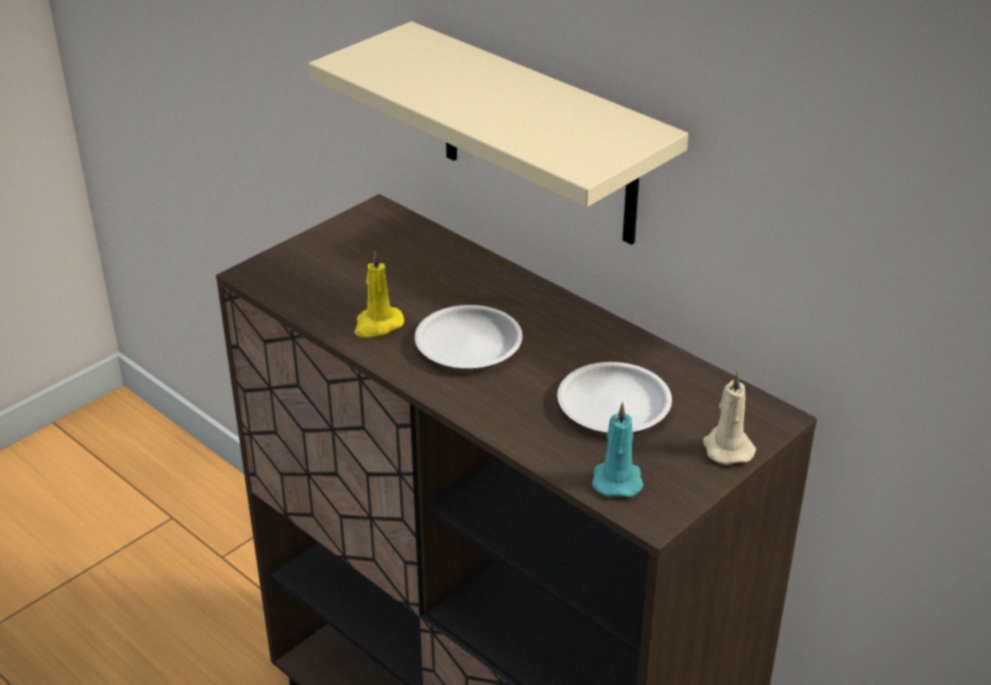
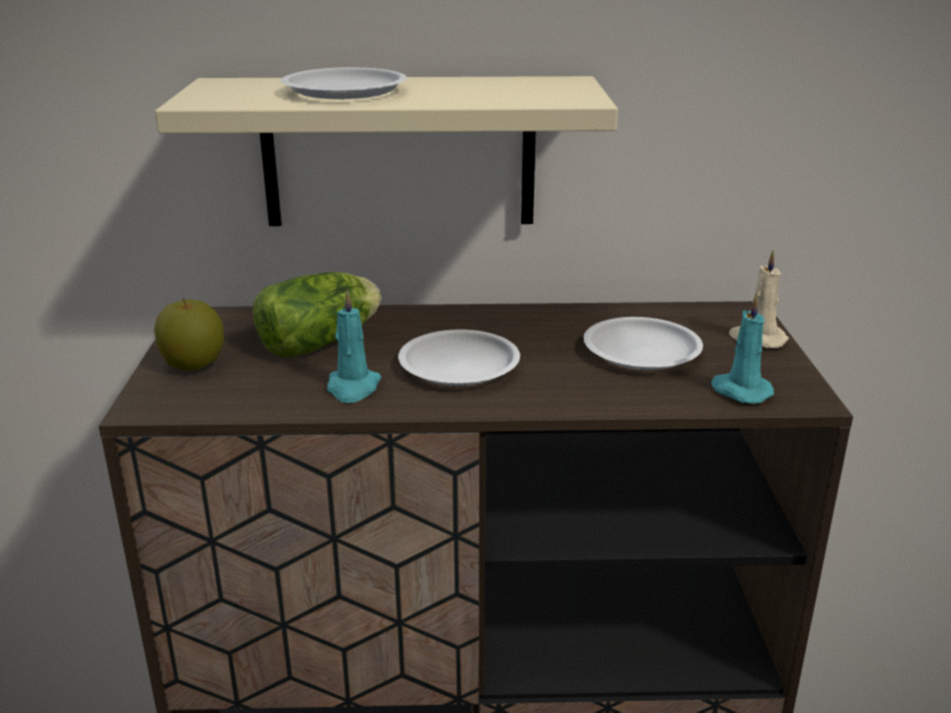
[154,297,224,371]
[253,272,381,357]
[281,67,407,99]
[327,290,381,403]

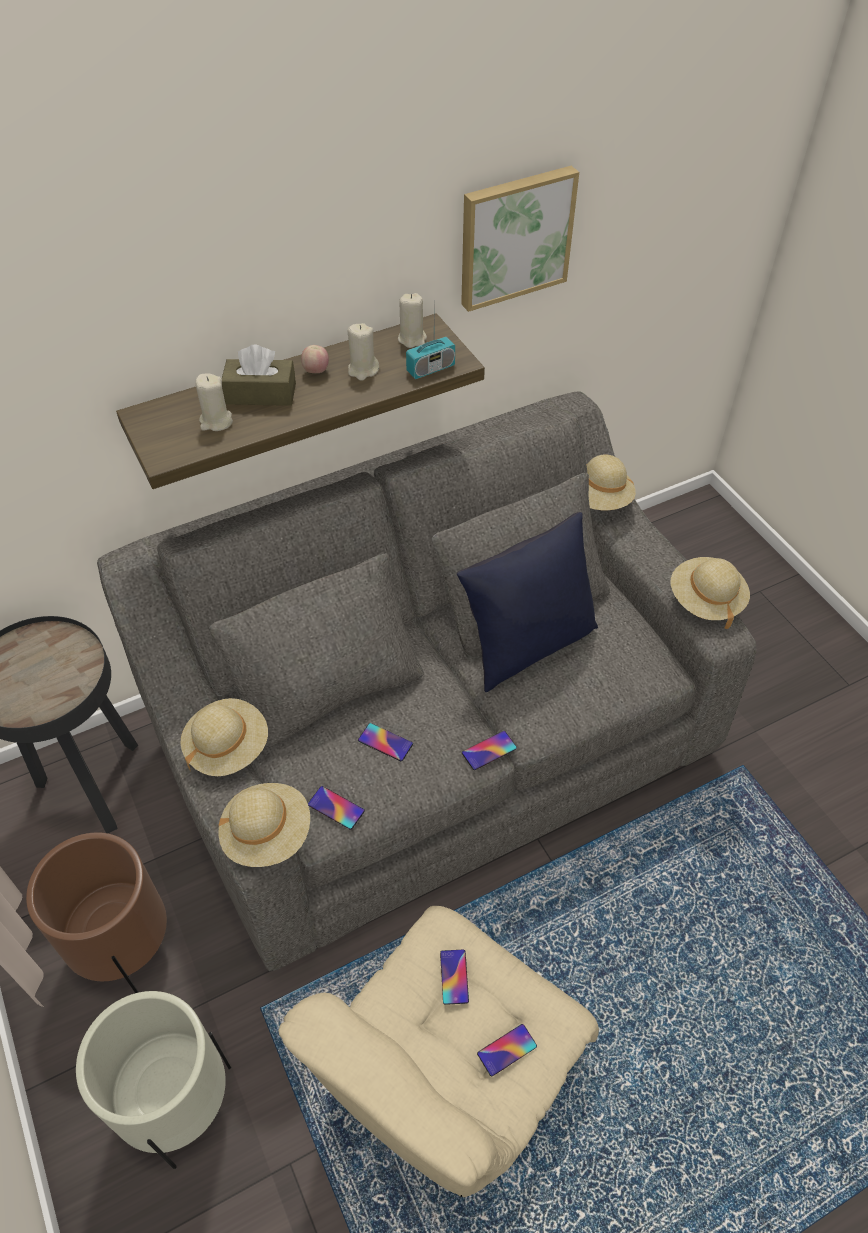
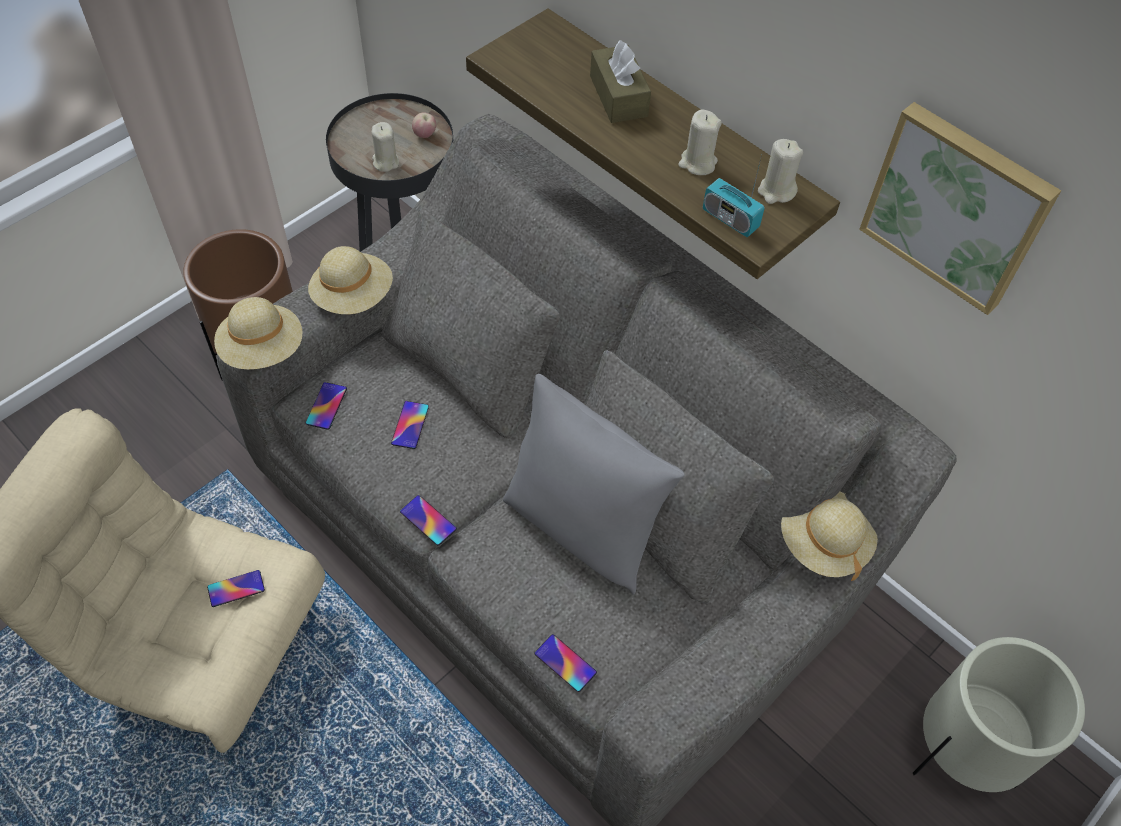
[670,557,750,629] (first image)
[913,637,1085,792]
[372,122,399,172]
[412,112,436,138]
[535,634,597,692]
[503,374,685,595]

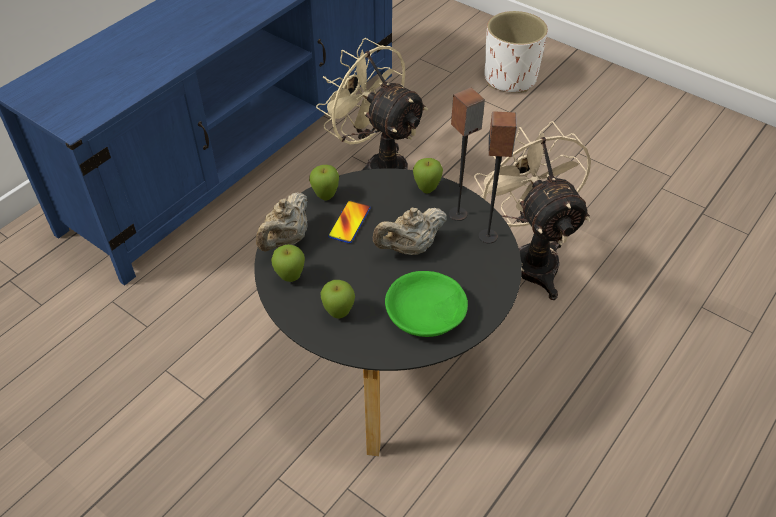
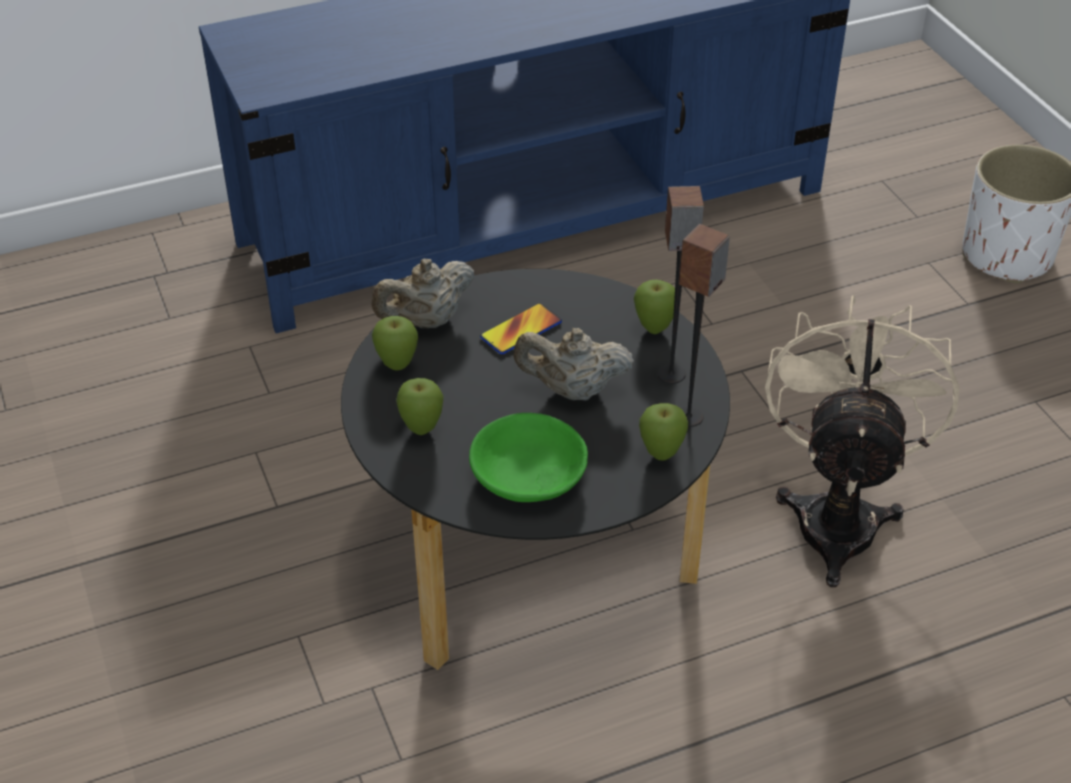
[316,38,428,170] (first image)
[639,403,688,461]

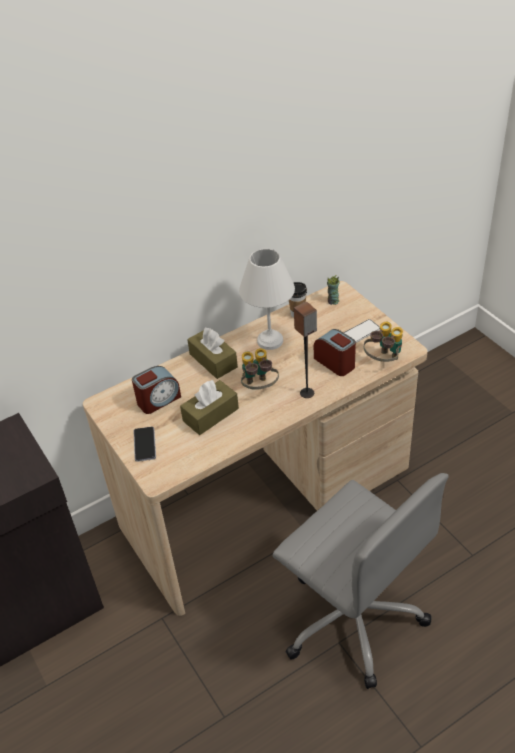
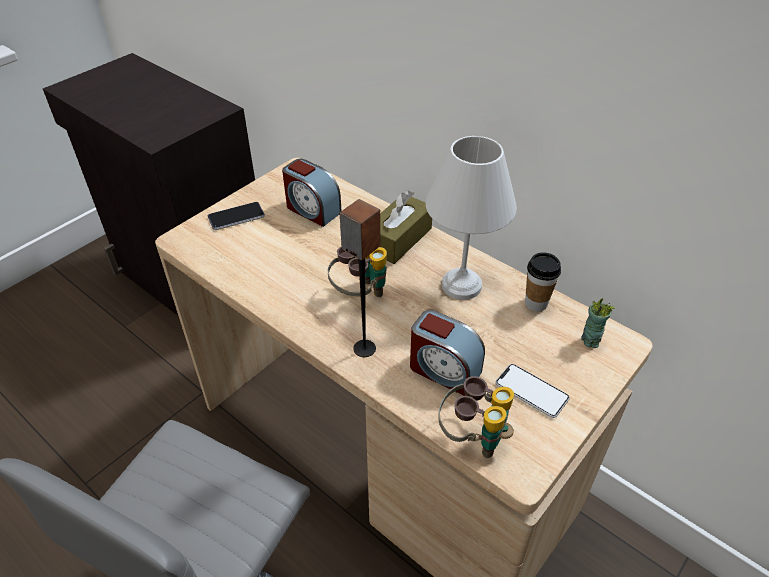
[180,380,239,435] (first image)
[410,310,485,396]

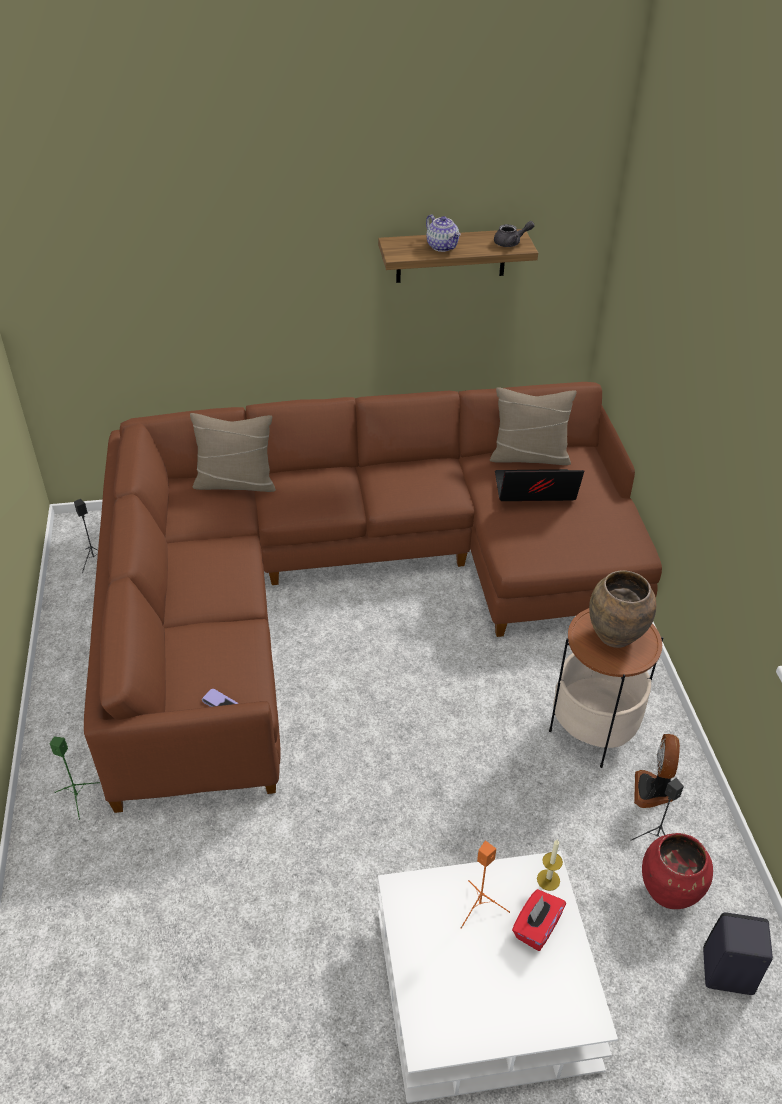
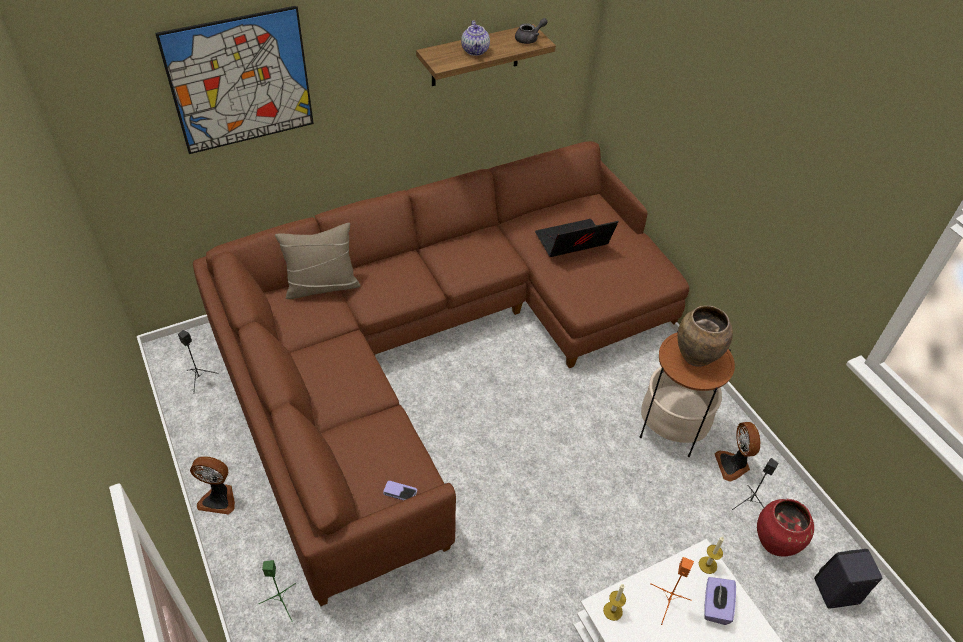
[490,387,577,465] (first image)
[155,5,314,154]
[190,457,235,515]
[603,584,626,621]
[704,577,736,625]
[461,21,490,56]

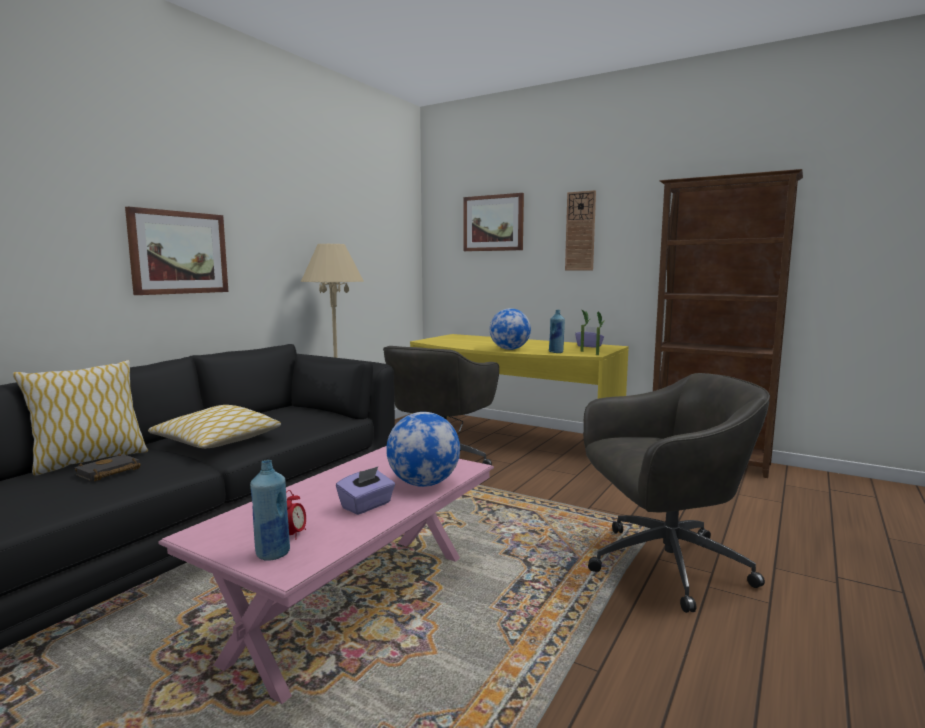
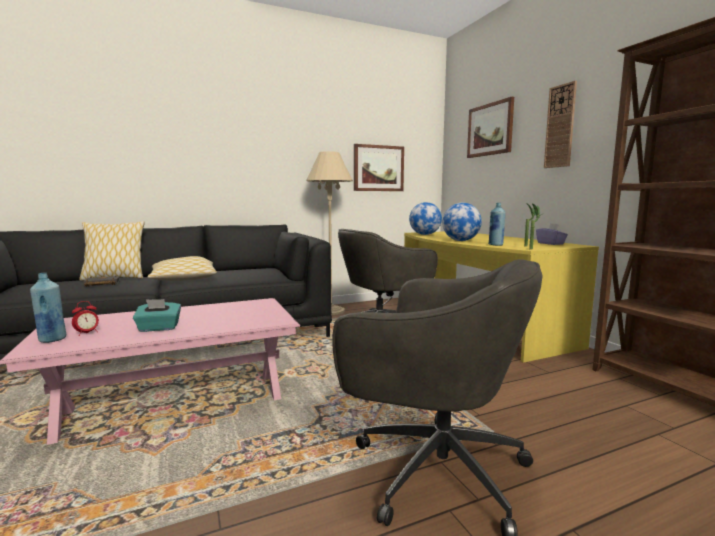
[354,144,404,191]
[409,202,442,235]
[133,299,181,332]

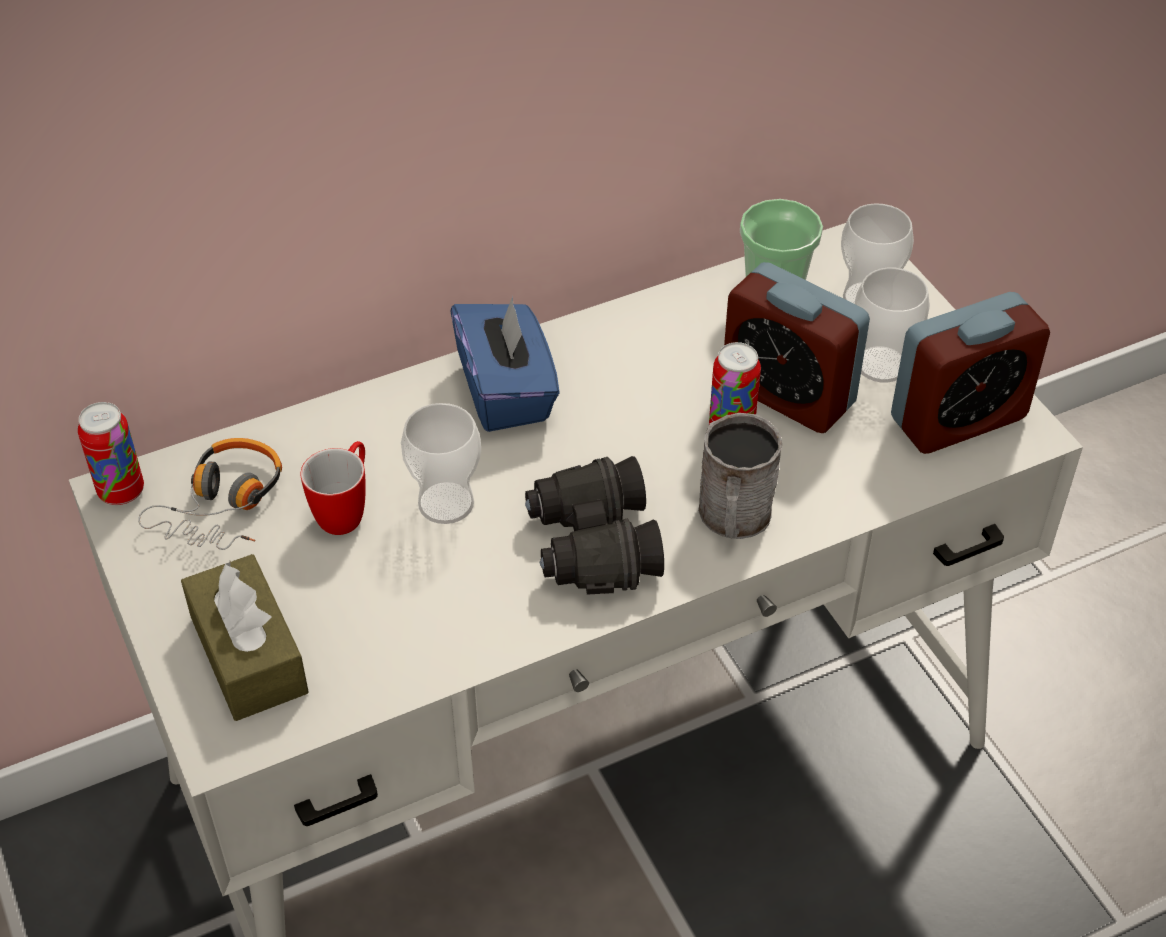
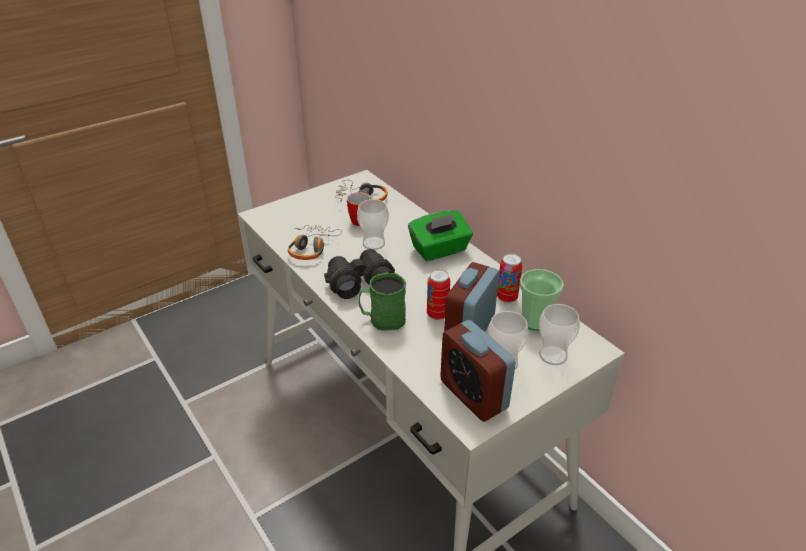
[181,554,309,721] (first image)
[288,225,342,260]
[497,253,522,303]
[408,210,473,261]
[358,273,406,330]

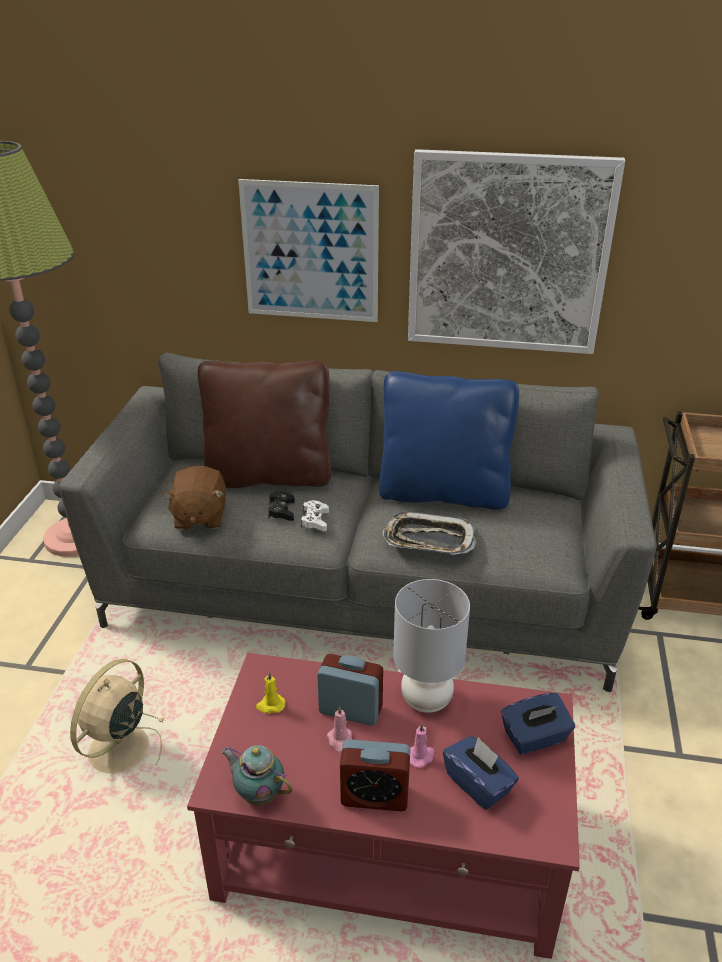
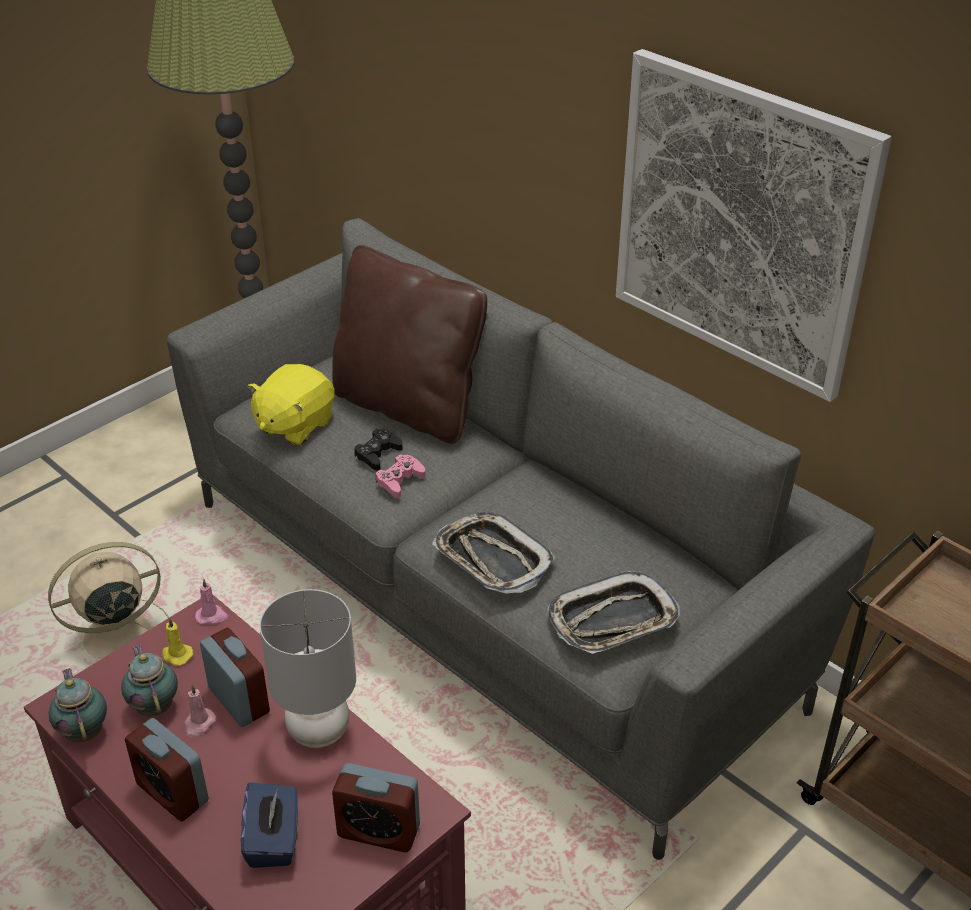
[238,179,379,322] (first image)
[379,371,519,510] (first image)
[121,644,178,716]
[547,571,680,654]
[195,579,228,625]
[332,763,420,852]
[248,364,335,446]
[375,454,425,498]

